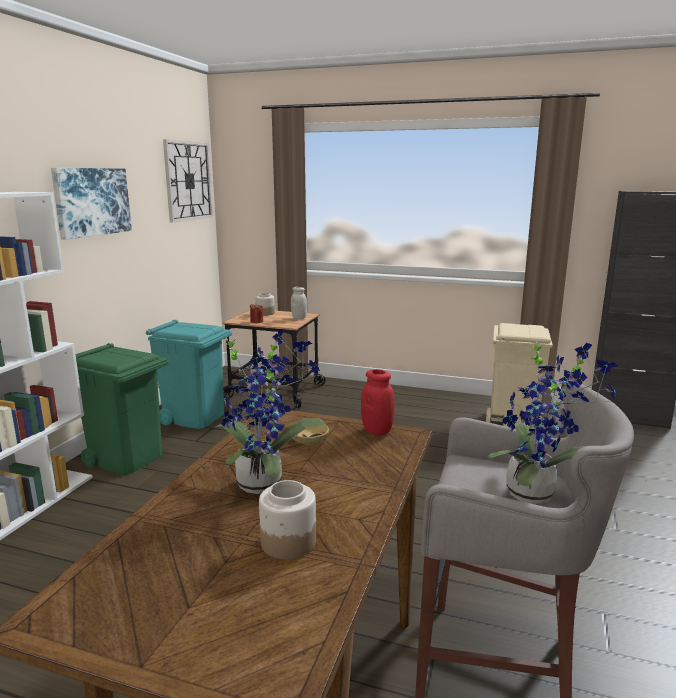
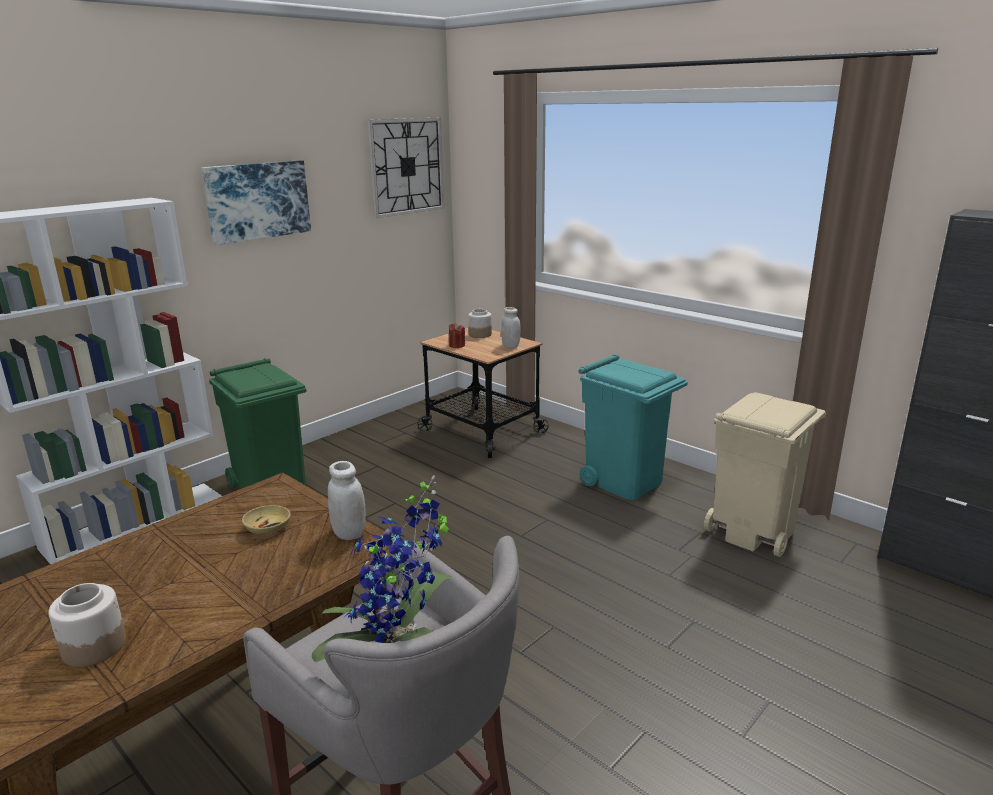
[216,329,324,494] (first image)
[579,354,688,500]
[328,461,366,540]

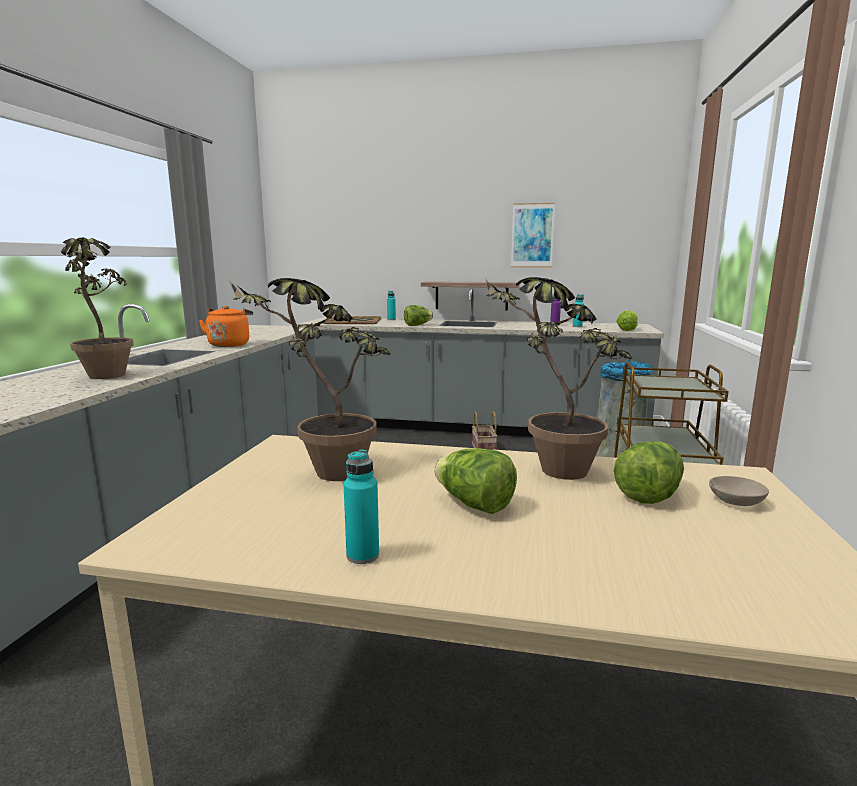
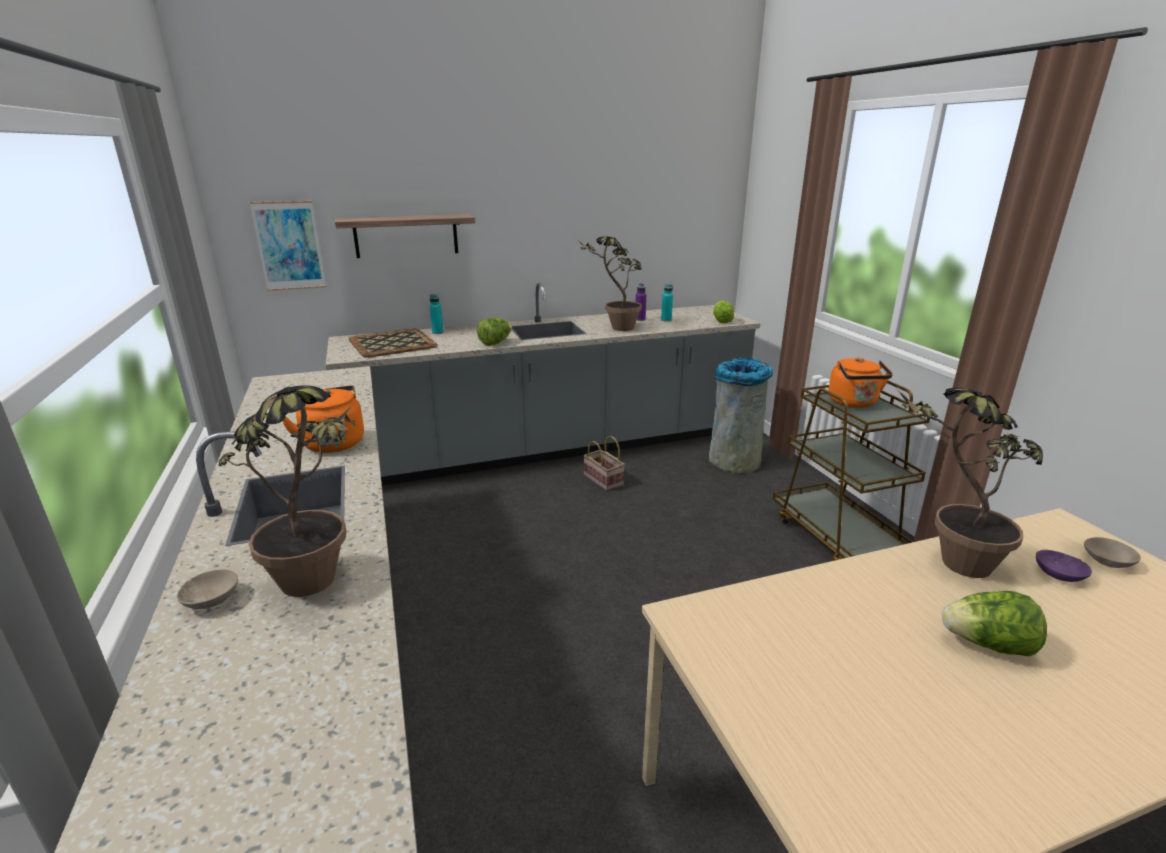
[344,450,379,564] (first image)
[177,570,238,609]
[828,357,893,408]
[576,236,642,331]
[335,214,475,258]
[249,201,326,291]
[1036,550,1092,582]

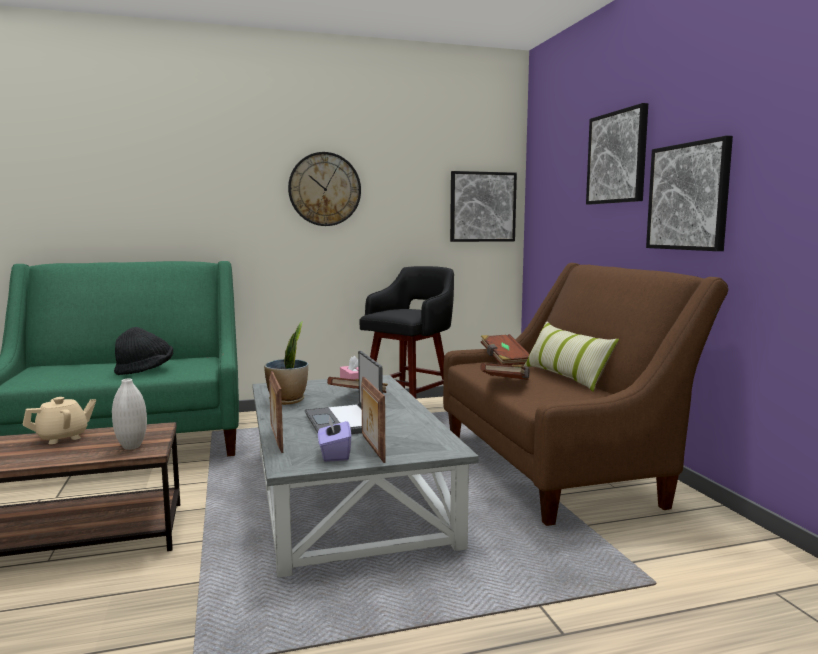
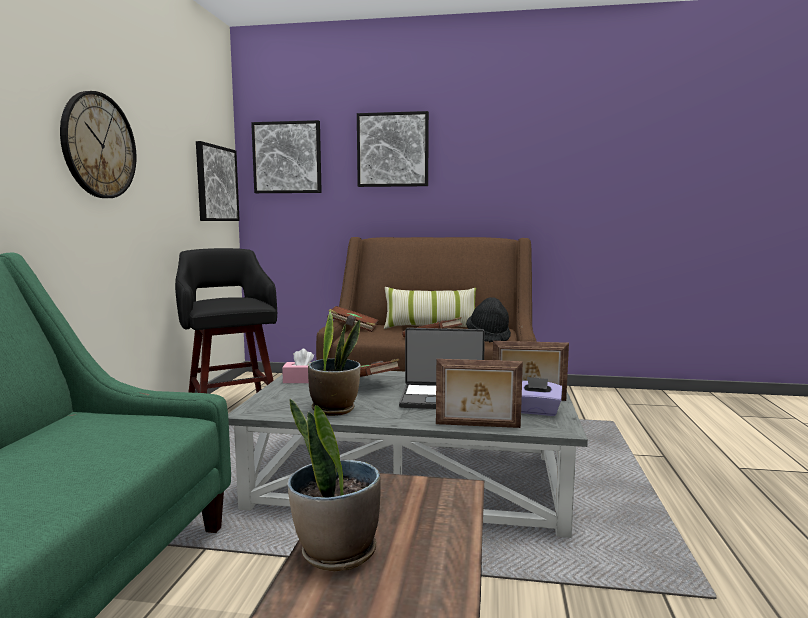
[112,378,147,450] (first image)
[466,297,511,343]
[251,120,322,193]
[288,399,380,572]

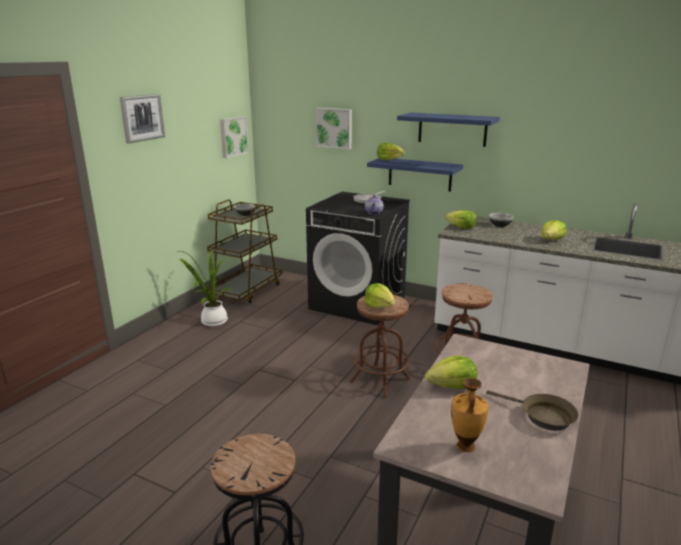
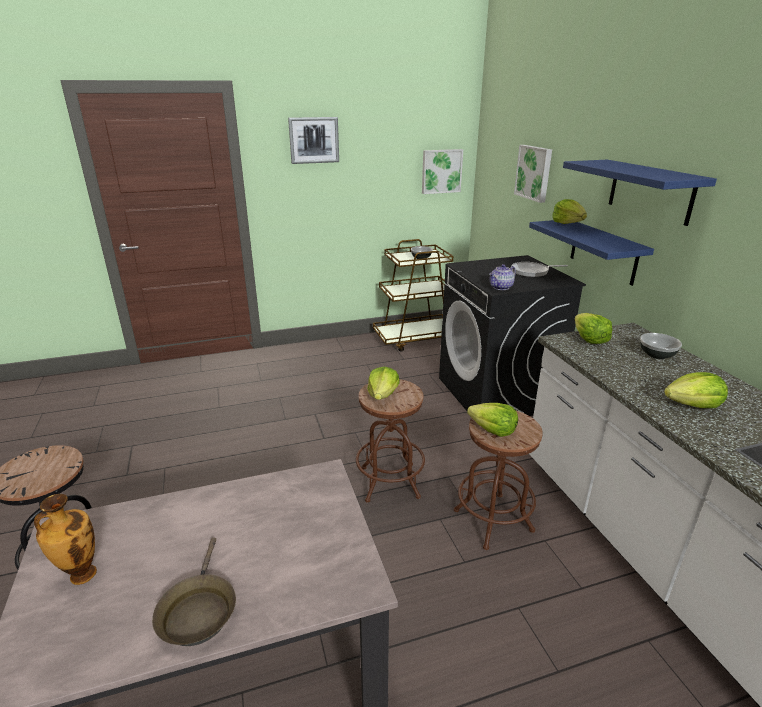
[180,250,232,327] (first image)
[467,403,518,437]

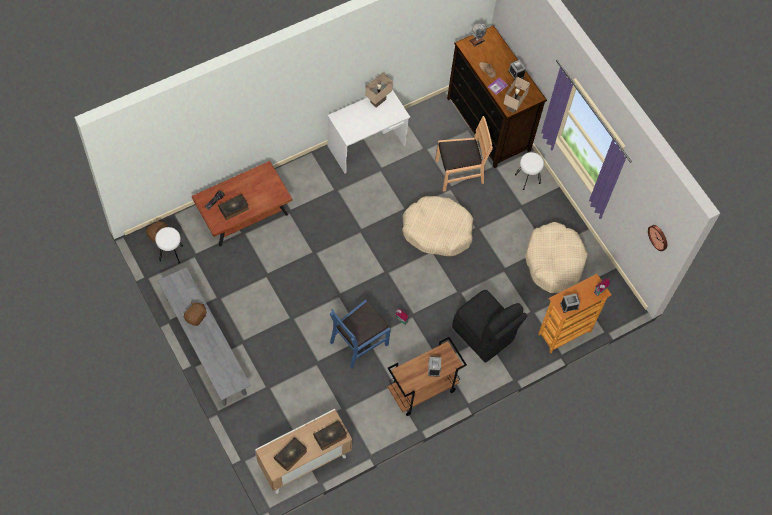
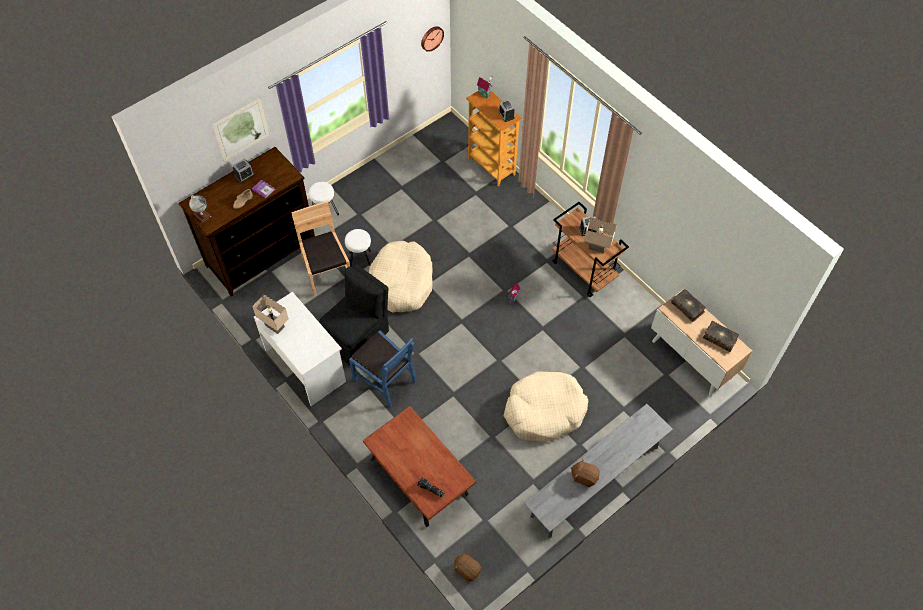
[218,194,249,220] (first image)
[212,98,270,162]
[345,229,371,268]
[349,331,417,408]
[319,264,389,365]
[584,217,617,253]
[503,371,589,442]

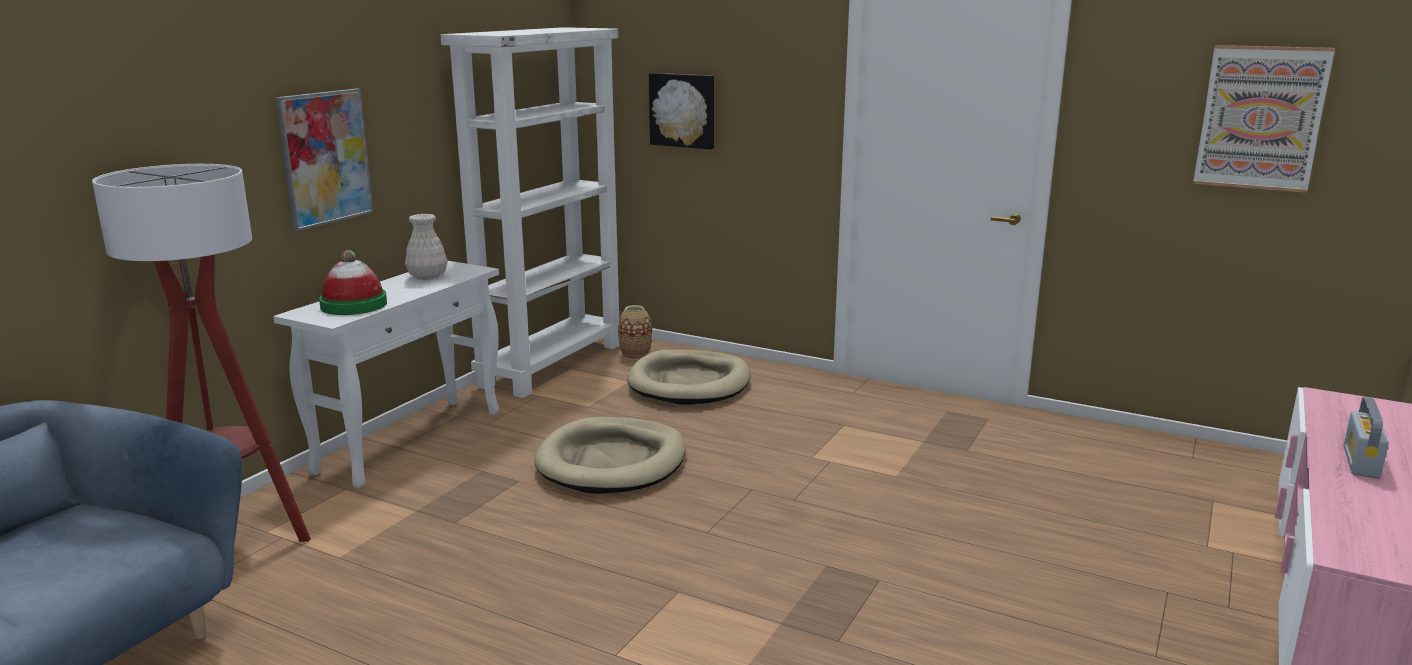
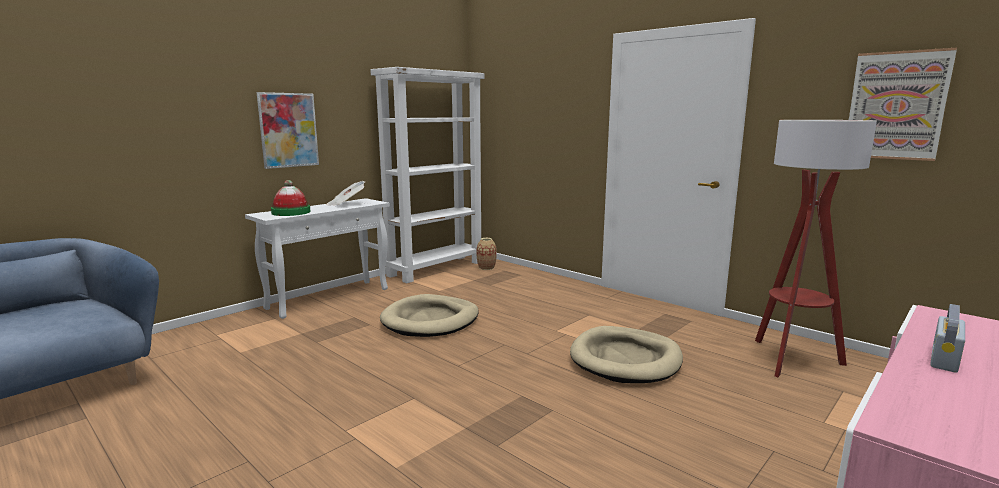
[649,73,714,150] (first image)
[755,120,877,377]
[570,326,683,383]
[326,181,365,206]

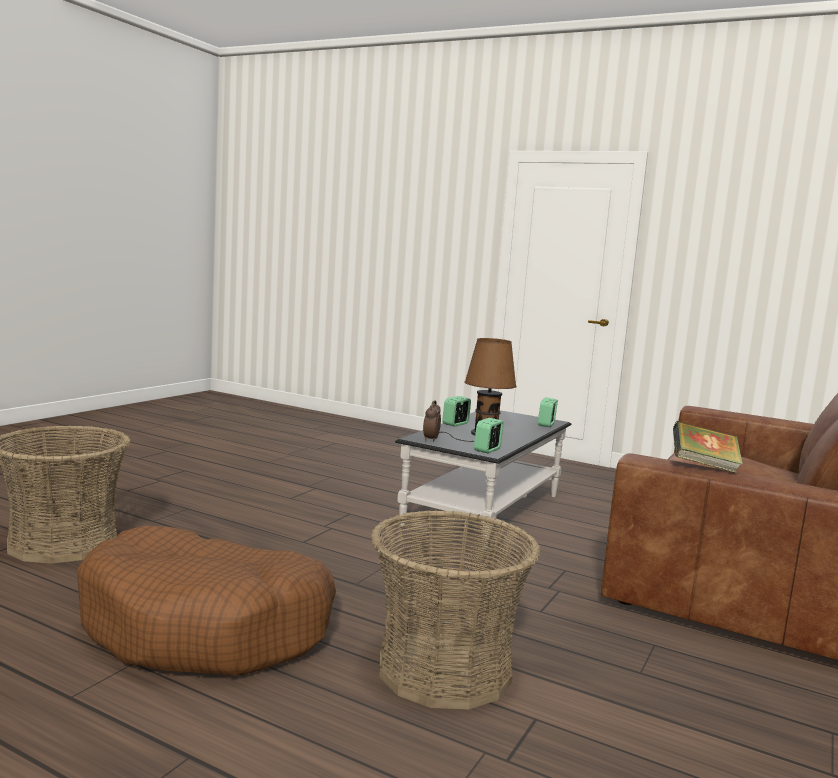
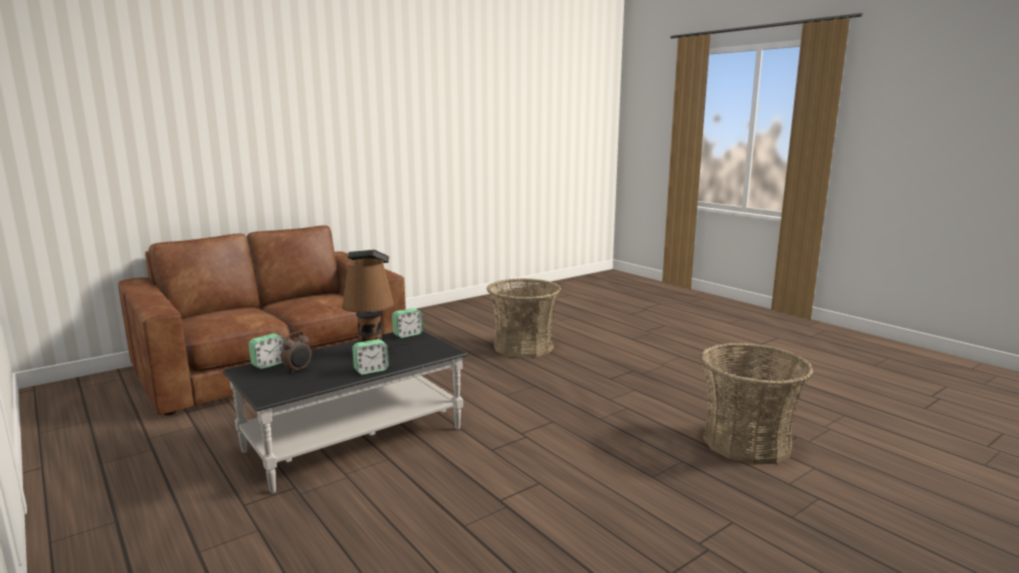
[77,526,336,676] (first image)
[281,332,311,374]

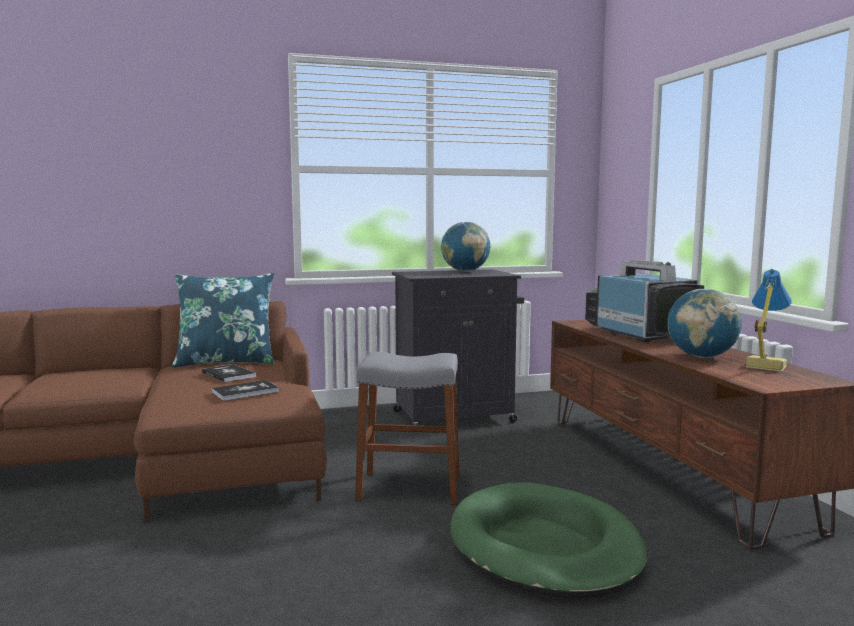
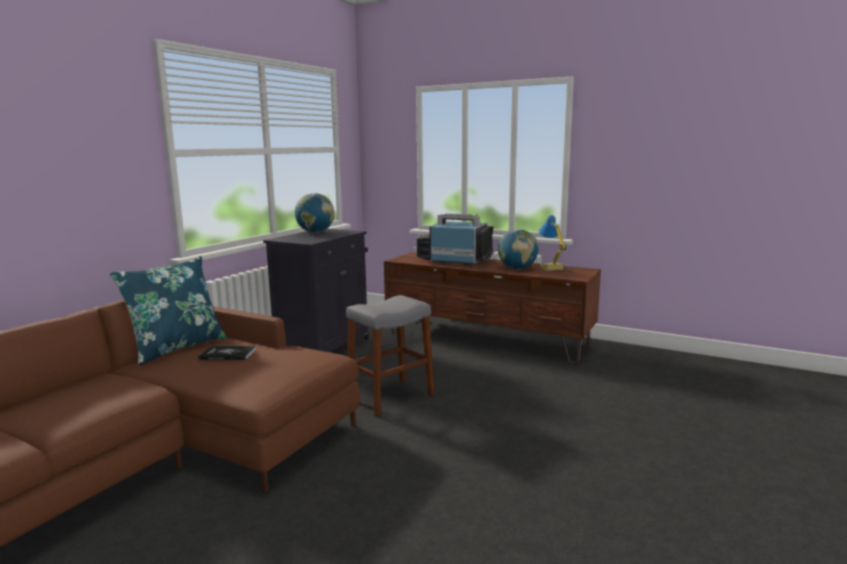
[212,380,279,401] (first image)
[450,482,648,599] (first image)

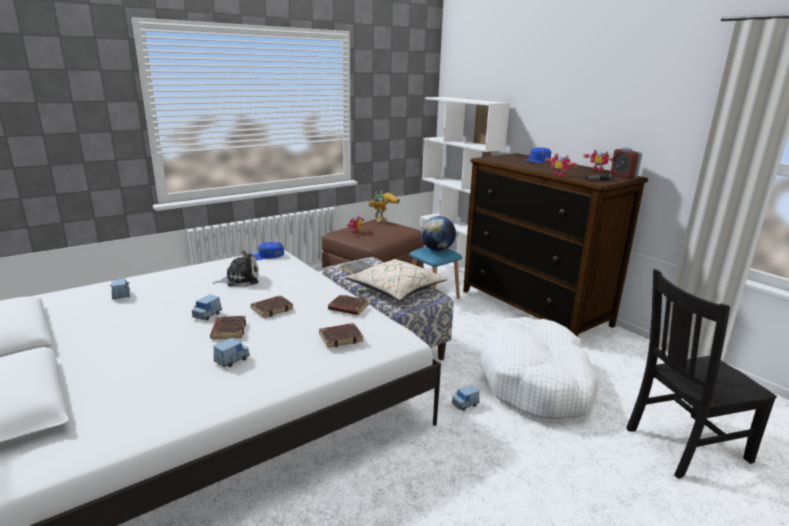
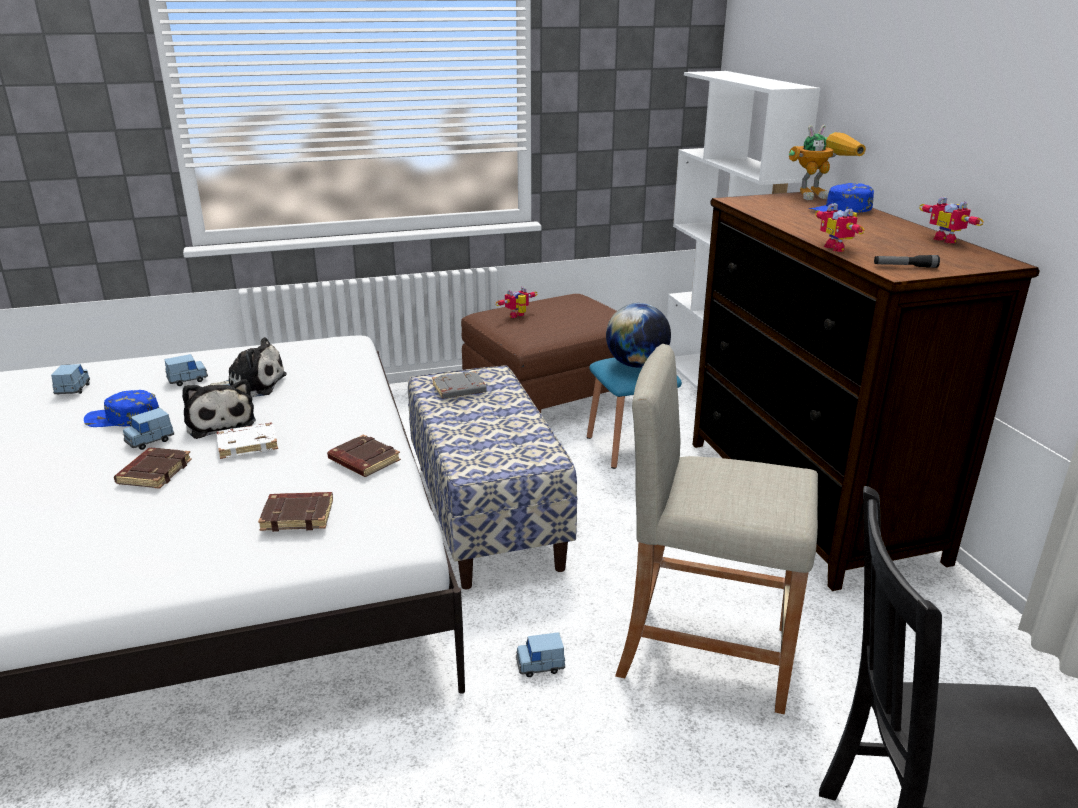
[345,259,448,301] (first image)
[611,148,642,179] (first image)
[182,379,256,439]
[164,354,208,386]
[84,390,159,427]
[789,125,866,200]
[615,344,818,714]
[217,422,278,459]

